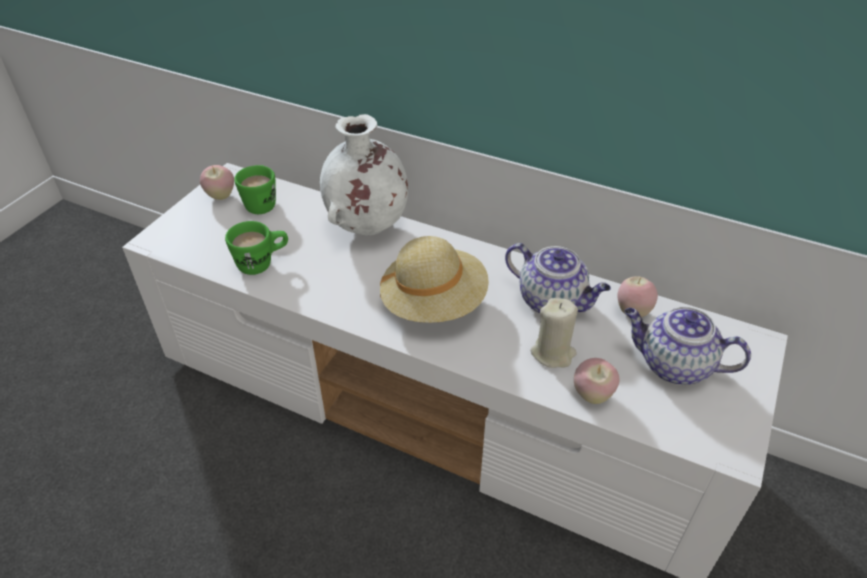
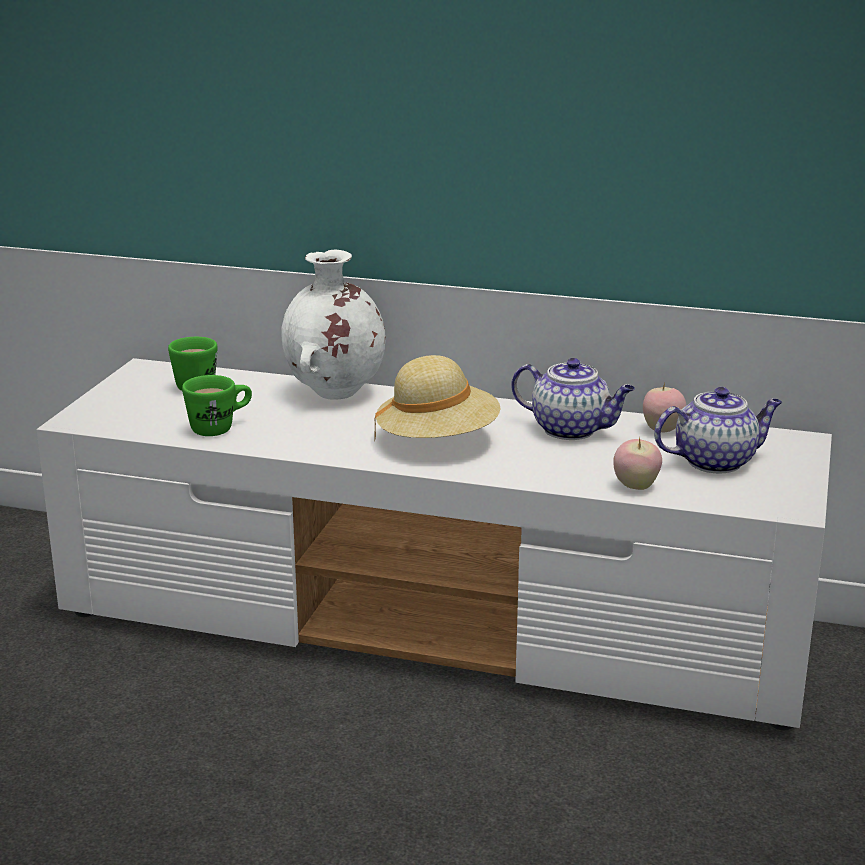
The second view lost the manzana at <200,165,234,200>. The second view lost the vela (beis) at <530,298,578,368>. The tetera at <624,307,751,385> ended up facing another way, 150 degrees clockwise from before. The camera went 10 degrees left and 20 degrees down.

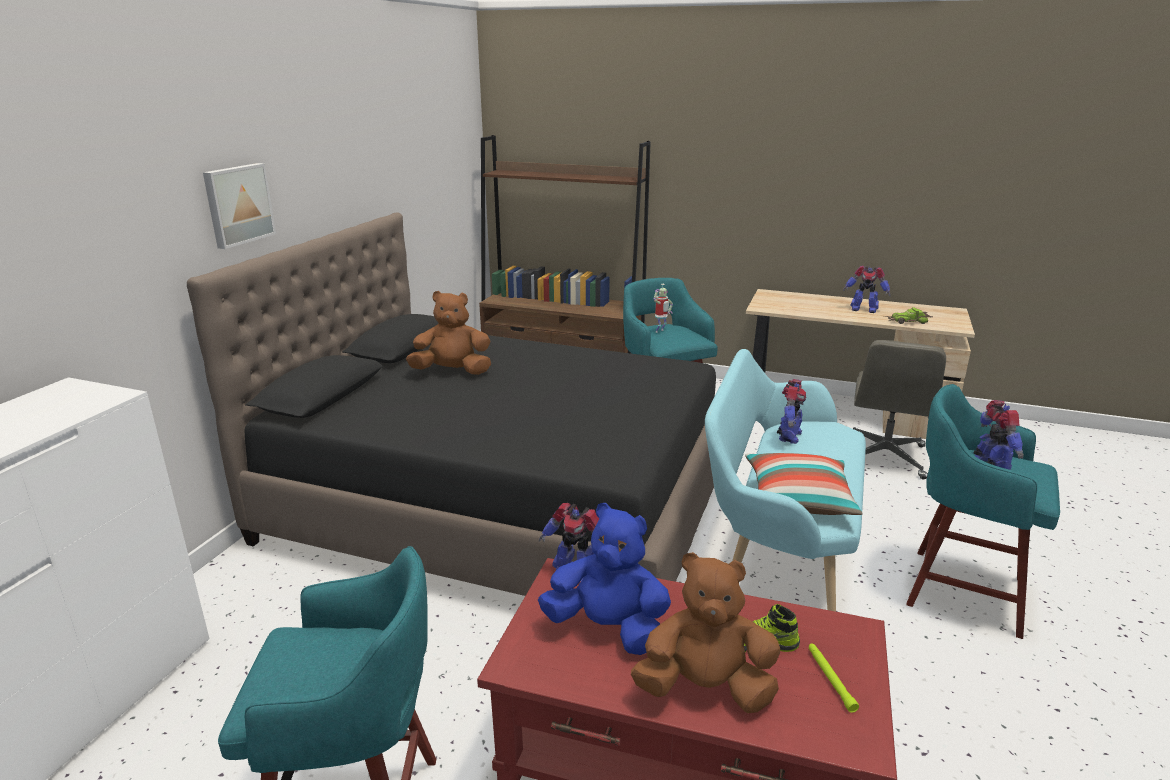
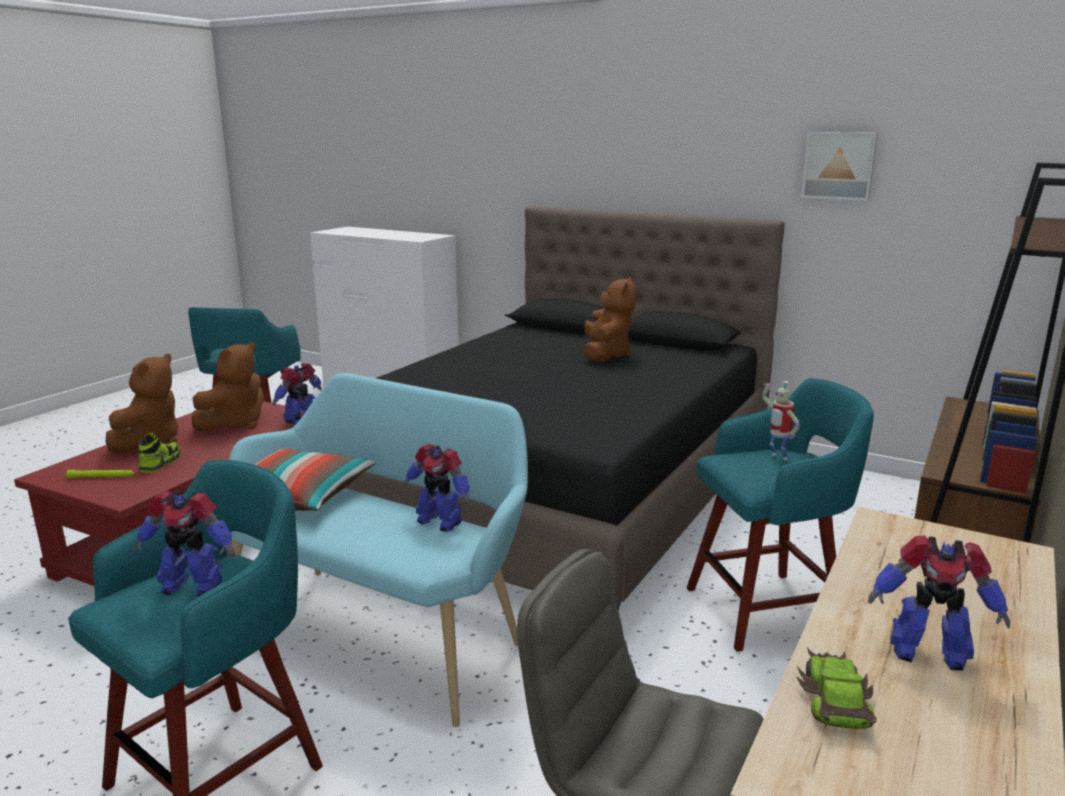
The cuadro ended up elsewhere, having gone from <203,163,276,249> to <801,132,878,201>. What was the peluche (azul) at <538,503,671,655> turned into the peluche (marrón) at <192,342,264,432>. The robot de juguete at <843,266,891,313> ended up facing another way, 105 degrees counterclockwise from before. The camera went 100 degrees right and 5 degrees down.

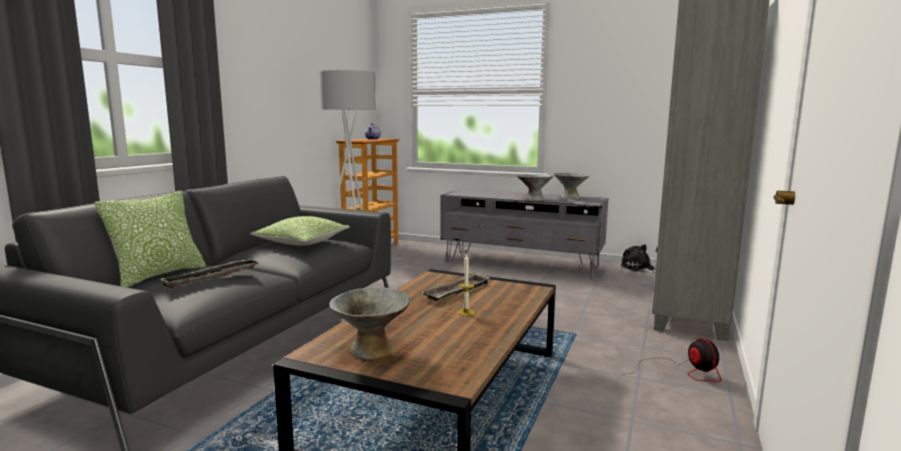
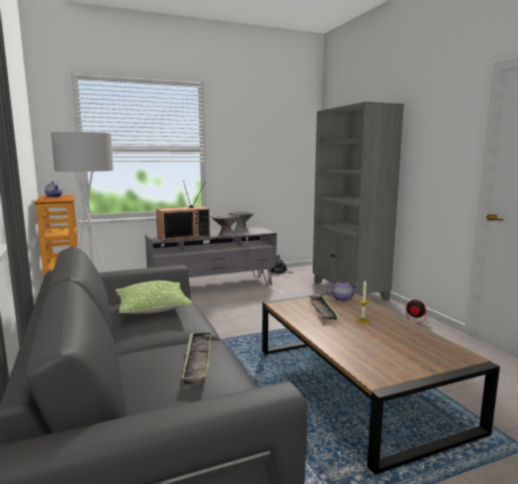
The second view lost the cojín at <95,191,206,287>. The second view lost the cuenco (gris) at <329,287,410,359>. The second view gained the televisor at <156,180,210,241>. The second view gained the tetera at <326,280,359,301>. The camera went 45 degrees left and 0 degrees up.

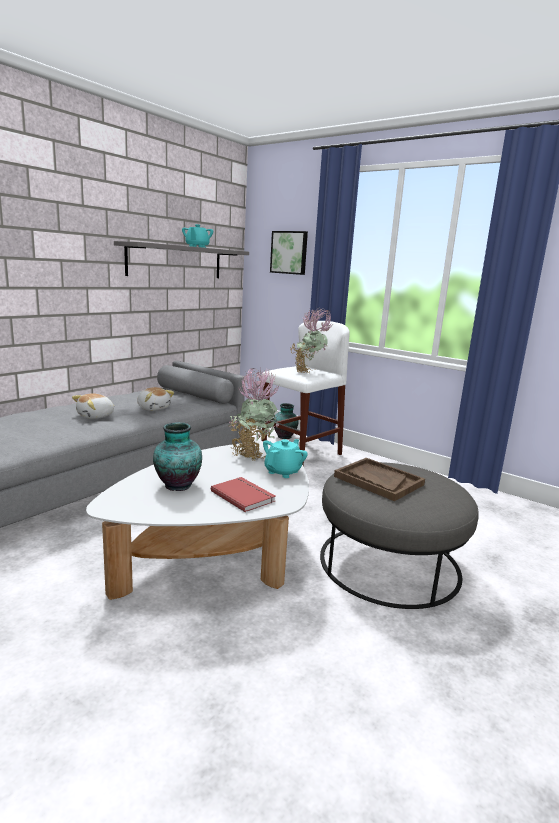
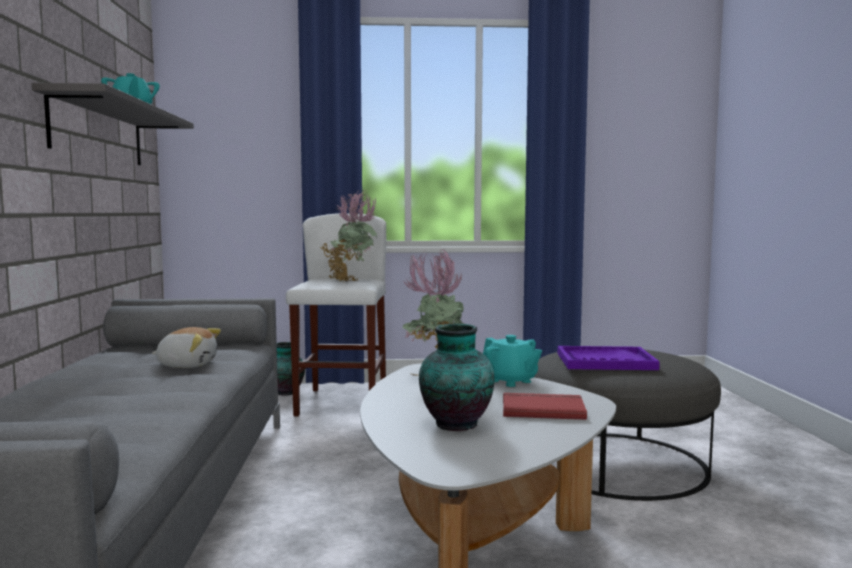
The second view lost the peluche at <72,393,115,419>. The tetera (turquesa) at <263,439,308,478> ended up facing another way, 150 degrees clockwise from before. The second view lost the cuadro at <270,231,308,275>. What was the bandeja (marrón) at <334,458,425,501> turned into the bandeja (morado) at <558,346,660,370>. The camera went 40 degrees left and 10 degrees down.

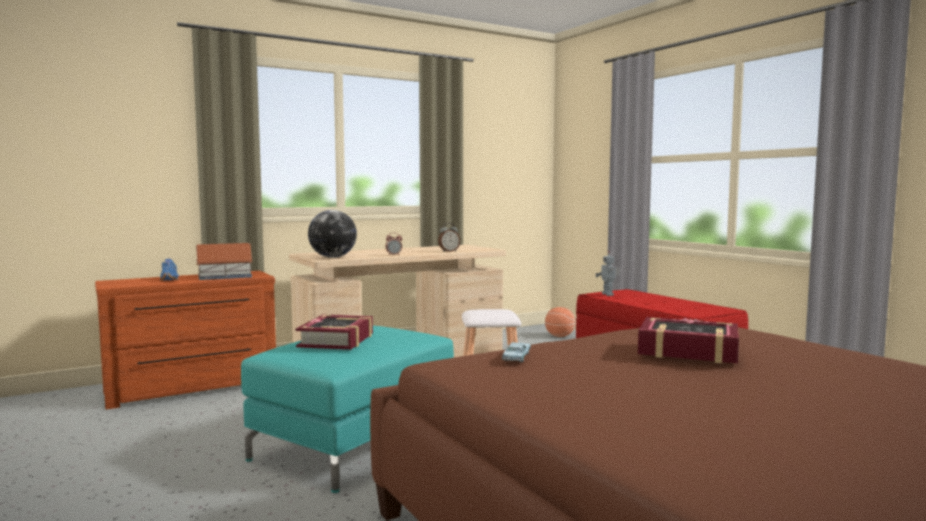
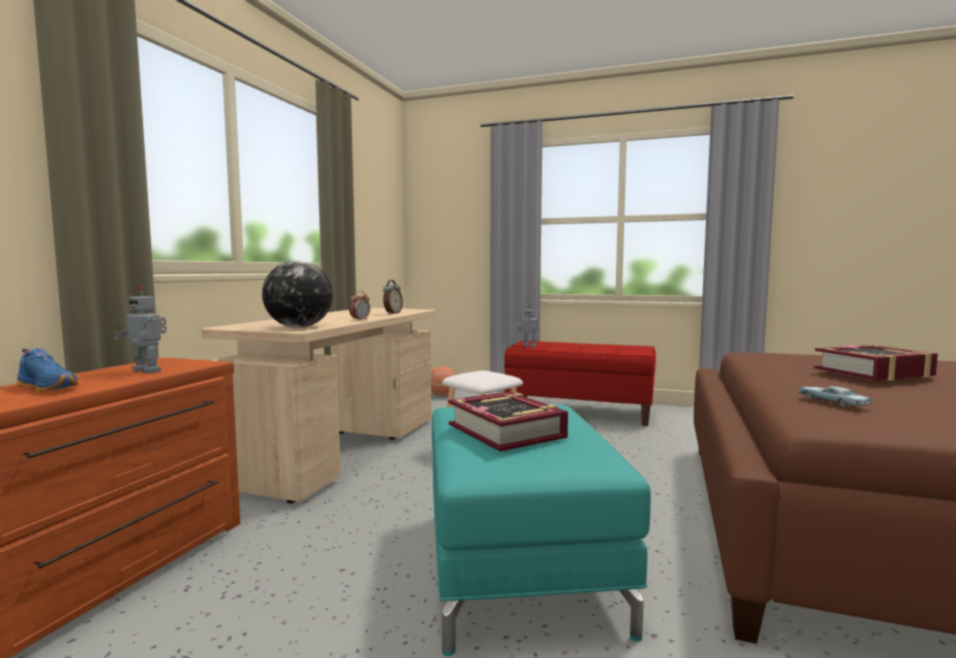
Where the casita stood at <196,243,253,280>, the robot de juguete came to stand at <114,286,167,373>. The camera went 40 degrees left and 0 degrees up.

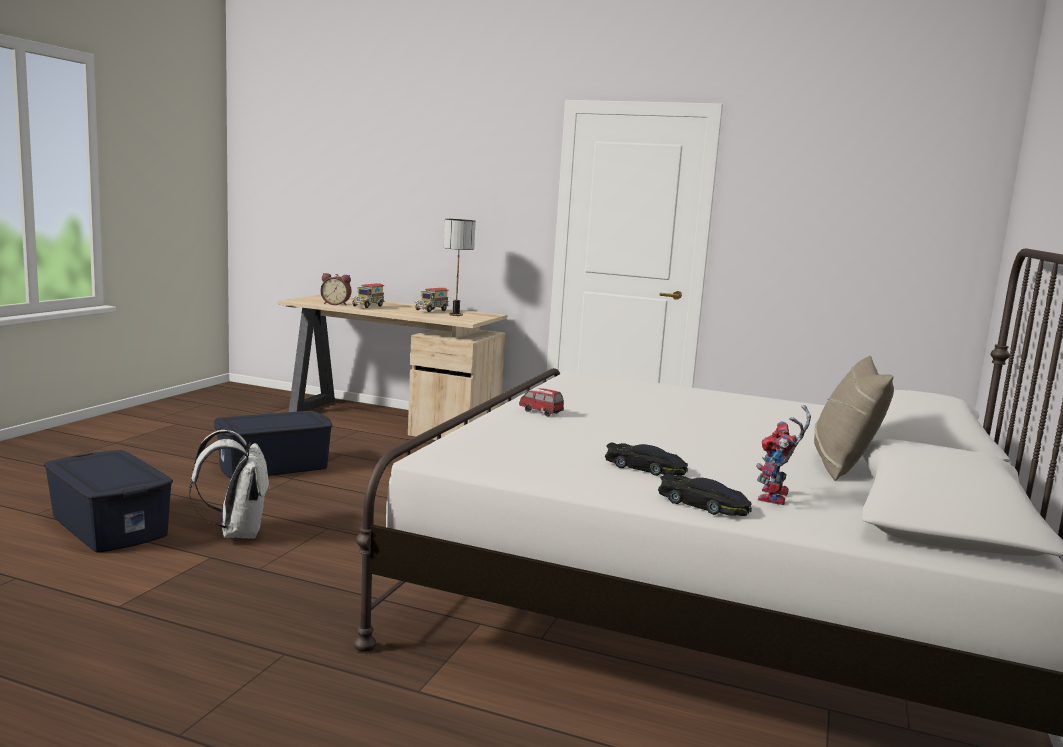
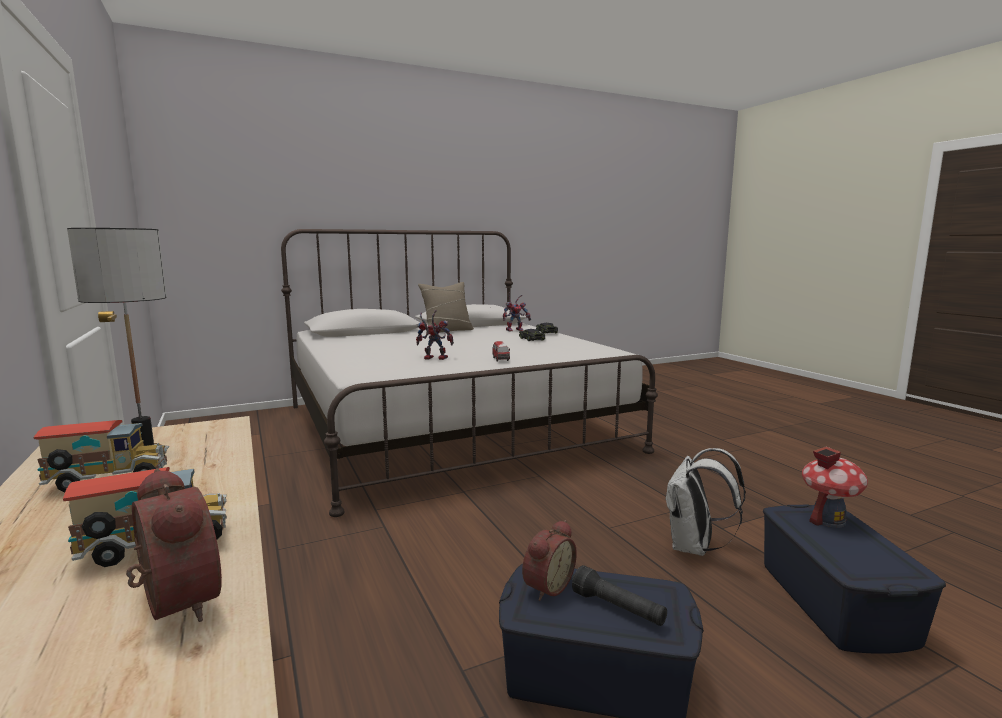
The second view gained the robot de juguete at <416,310,454,360>. The second view gained the despertador at <522,520,577,601>. The second view gained the linterna (negro) at <572,565,667,626>. The second view gained the casita at <802,447,868,528>. The camera went 135 degrees left and 0 degrees up.

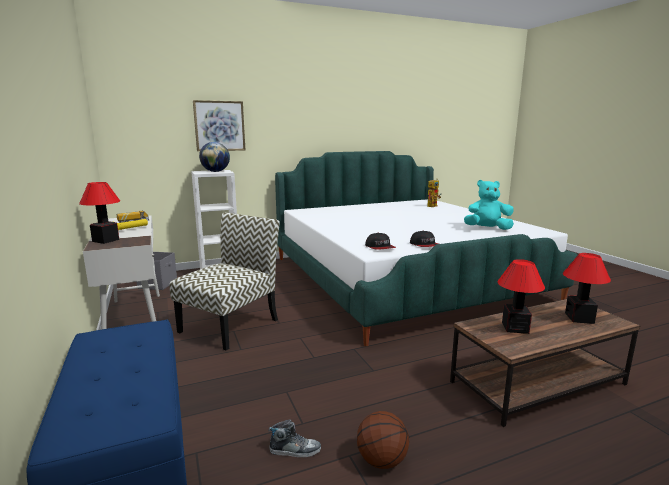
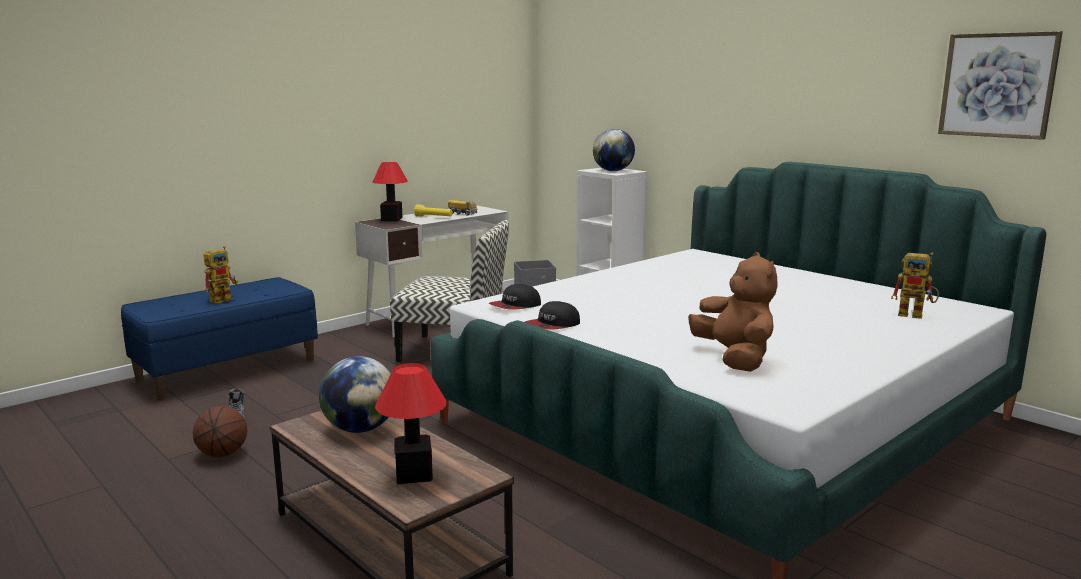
The cuadro ended up elsewhere, having gone from <193,100,245,151> to <938,31,1063,140>. What was the peluche (turquesa) at <464,180,514,230> turned into the peluche (marrón) at <688,252,778,372>. Where the lámpara de mesa stood at <497,259,545,334>, the globo terráqueo came to stand at <319,356,391,433>. The second view gained the robot de juguete at <203,246,238,304>. The camera went 70 degrees right and 0 degrees up.

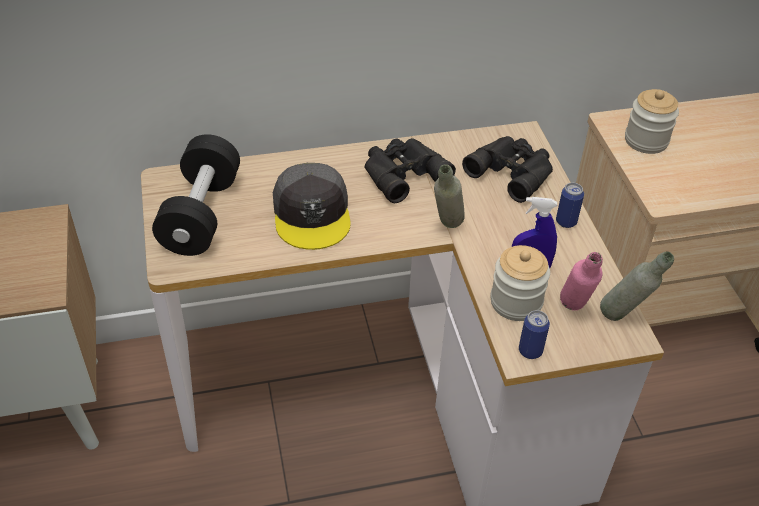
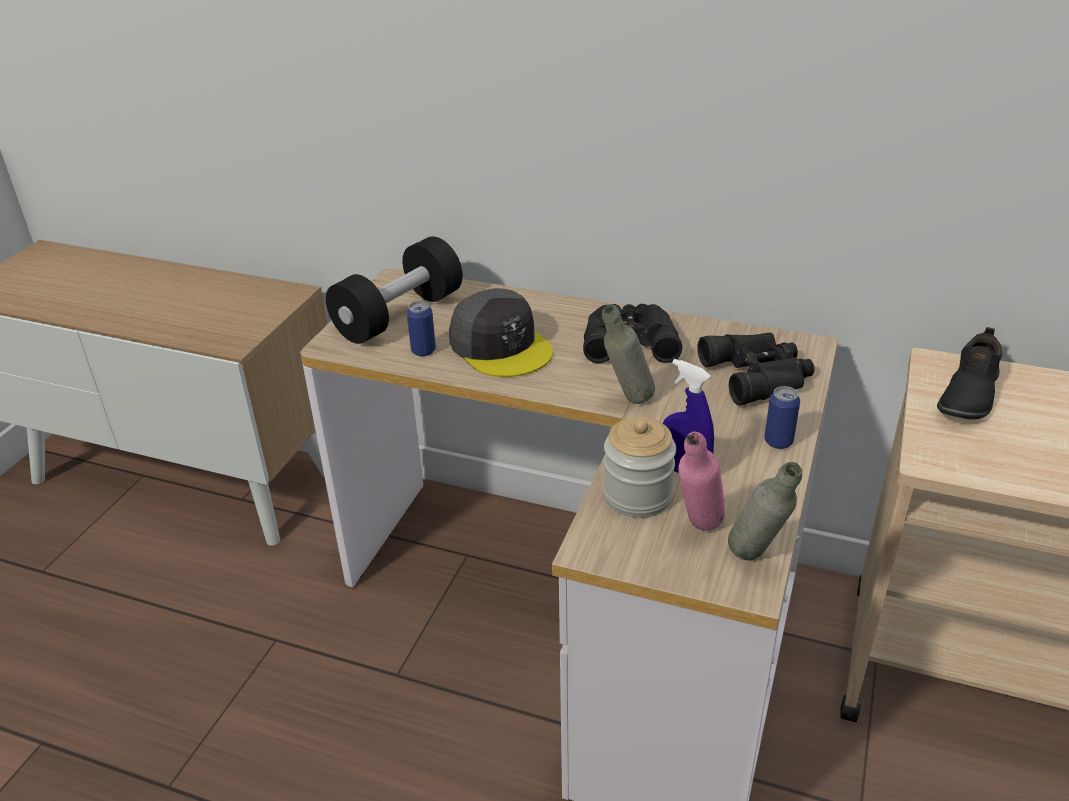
The gorra (gris) at <273,163,351,250> ended up facing another way, 60 degrees counterclockwise from before. The lata ended up elsewhere, having gone from <519,310,550,359> to <407,301,436,356>. Where the tarro stood at <625,89,679,154>, the zapato (negro) came to stand at <937,327,1002,419>. The camera went 35 degrees right and 10 degrees down.

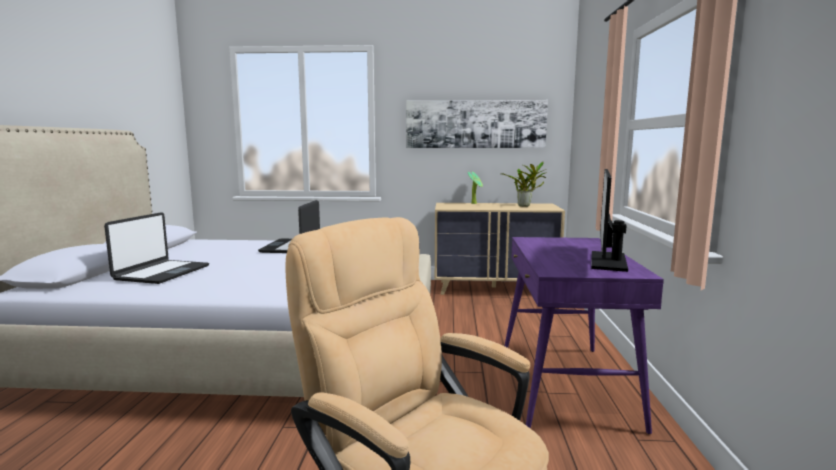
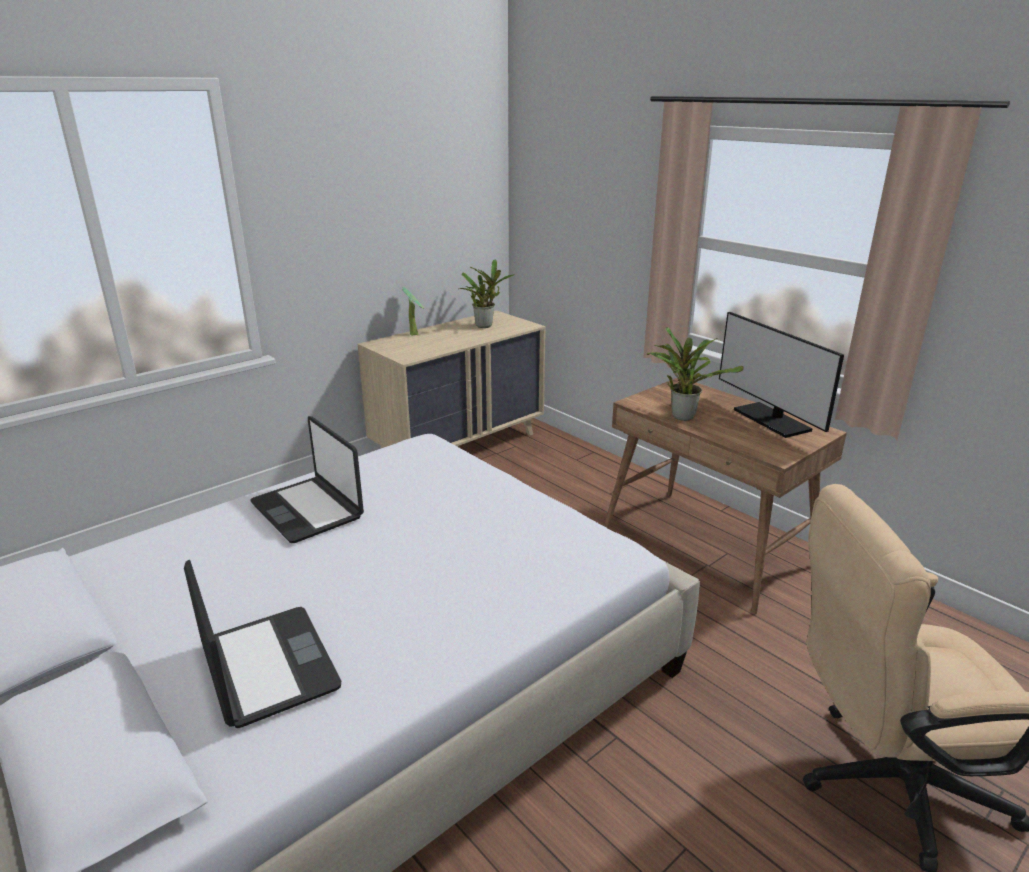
The second view lost the cuadro at <406,100,548,148>. What was the escritorio (morado) at <505,237,664,434> turned into the escritorio (marrón) at <604,378,847,615>. The second view gained the planta en maceta at <646,327,744,421>. The camera went 45 degrees left and 15 degrees up.

